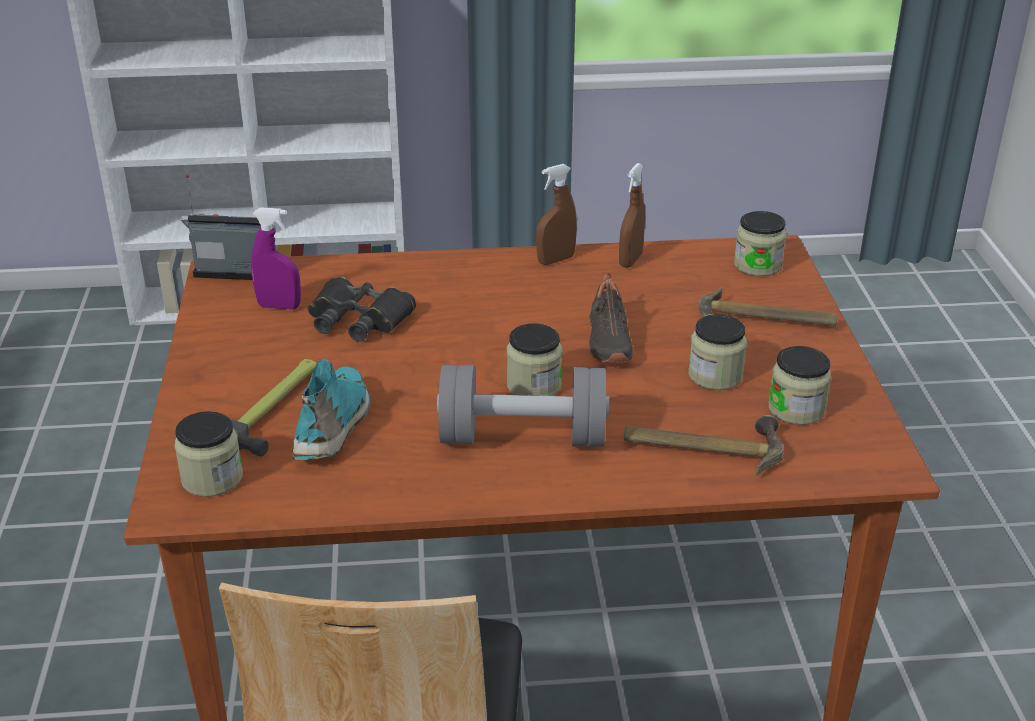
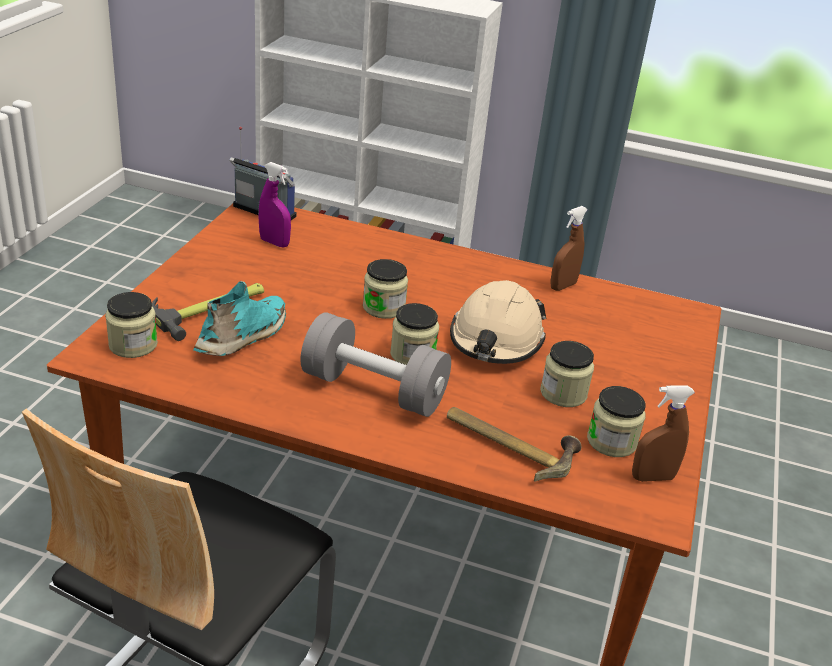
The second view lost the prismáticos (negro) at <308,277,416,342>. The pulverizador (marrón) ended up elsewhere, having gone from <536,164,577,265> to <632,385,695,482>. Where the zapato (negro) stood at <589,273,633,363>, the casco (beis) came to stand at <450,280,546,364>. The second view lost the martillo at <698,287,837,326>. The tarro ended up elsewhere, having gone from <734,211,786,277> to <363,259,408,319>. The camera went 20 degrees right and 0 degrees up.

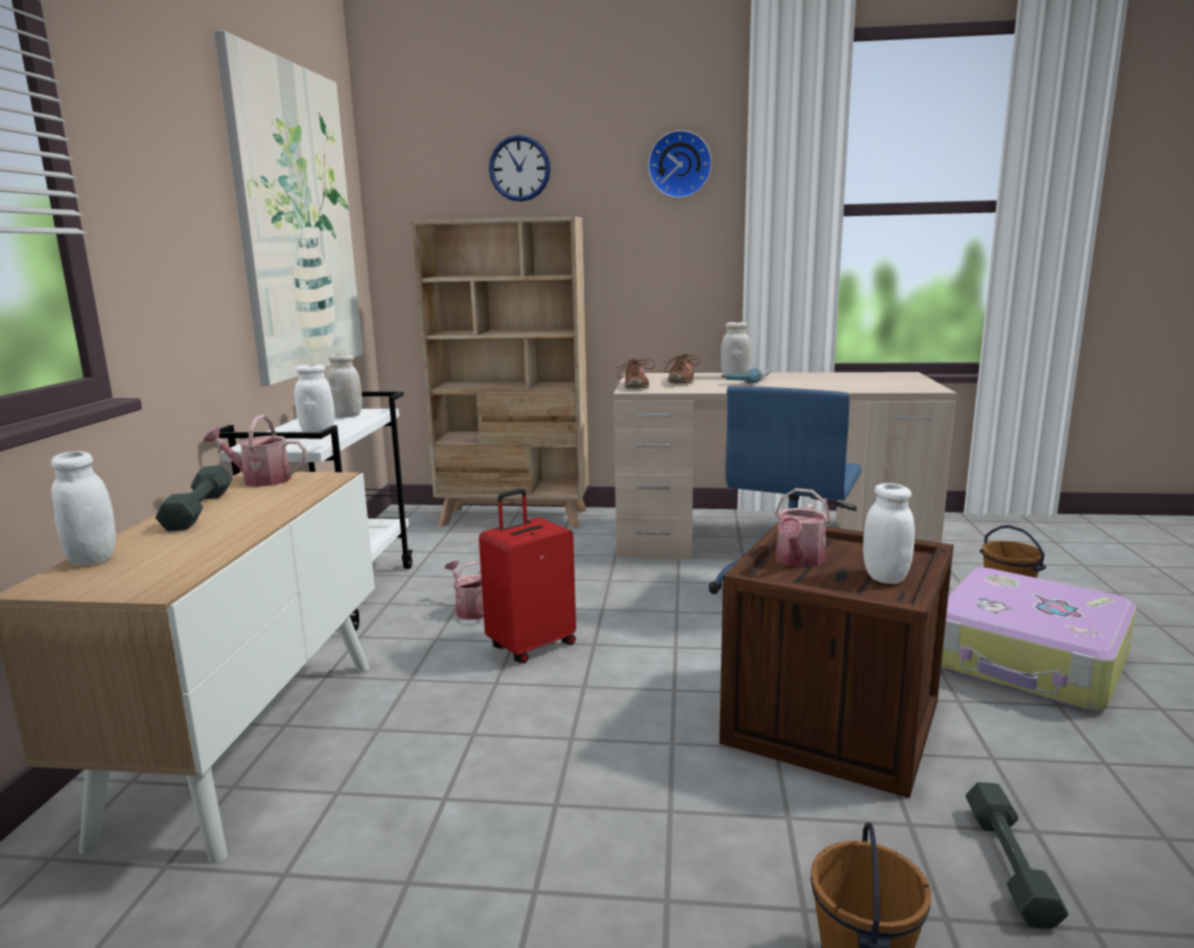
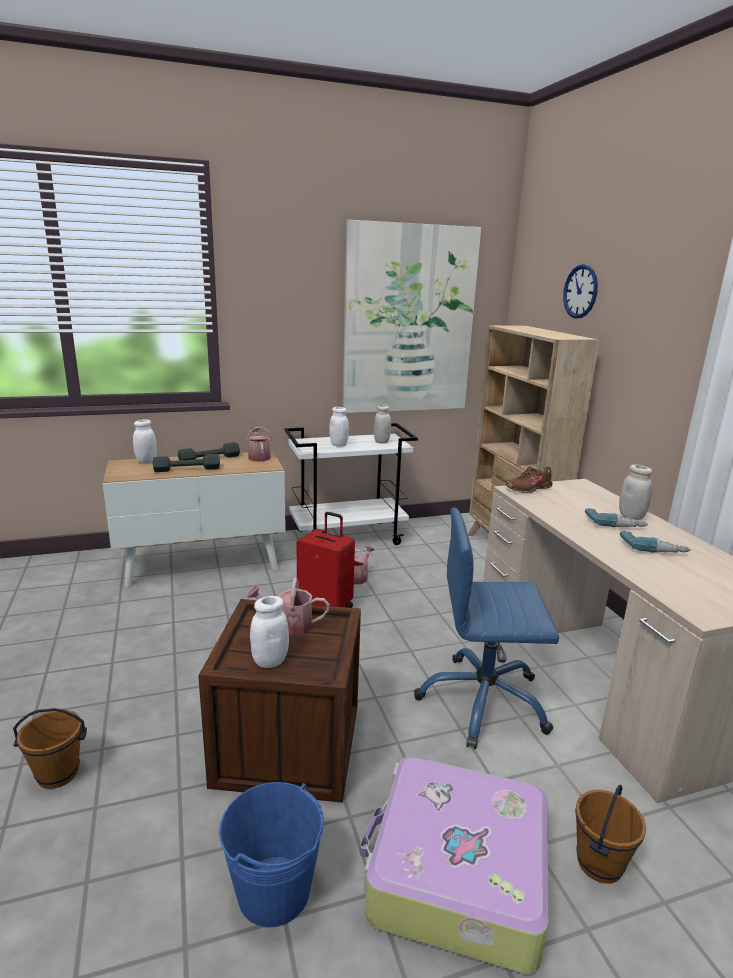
The second view lost the reloj de pared at <648,130,712,198>. The second view lost the zapato (marrón) at <664,354,700,383>. The mancuerna (gris) ended up elsewhere, having gone from <965,782,1069,929> to <153,454,220,472>. The second view gained the cubo (azul) at <219,782,324,928>. The second view gained the taladro at <620,530,691,553>. The camera went 65 degrees right and 5 degrees up.

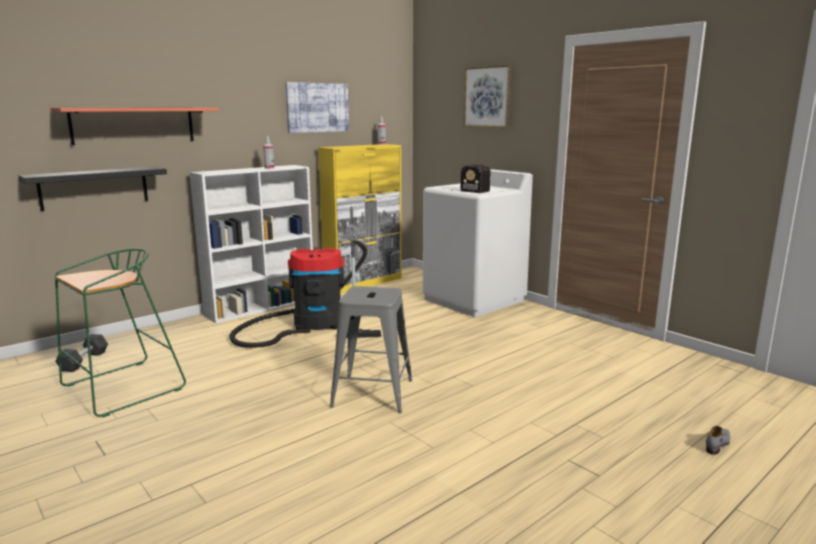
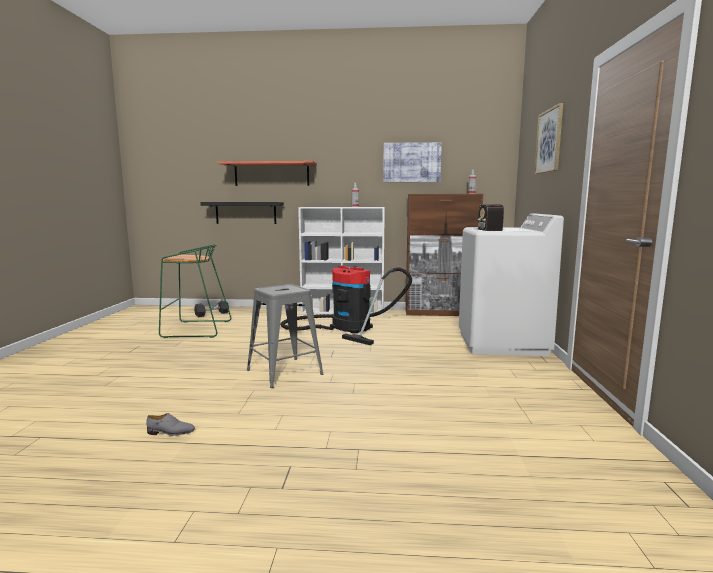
What was the armario (amarillo) at <318,144,402,293> turned into the armario (marrón) at <406,194,483,316>. The zapato (gris) ended up elsewhere, having gone from <706,426,730,455> to <146,413,195,436>. The camera went 45 degrees right and 5 degrees down.

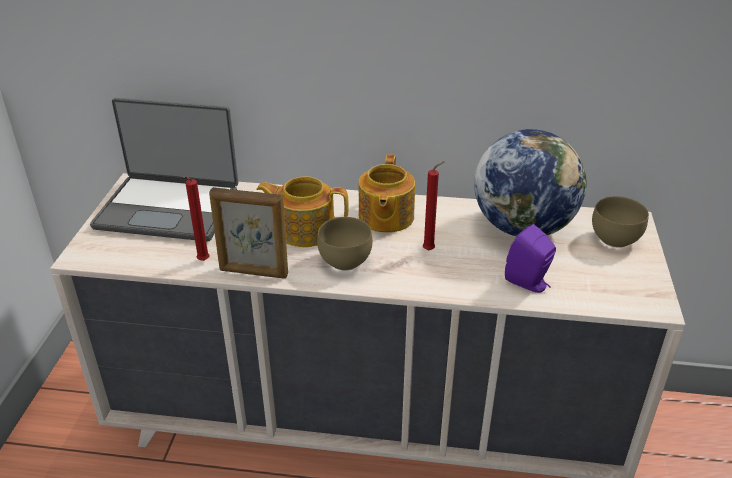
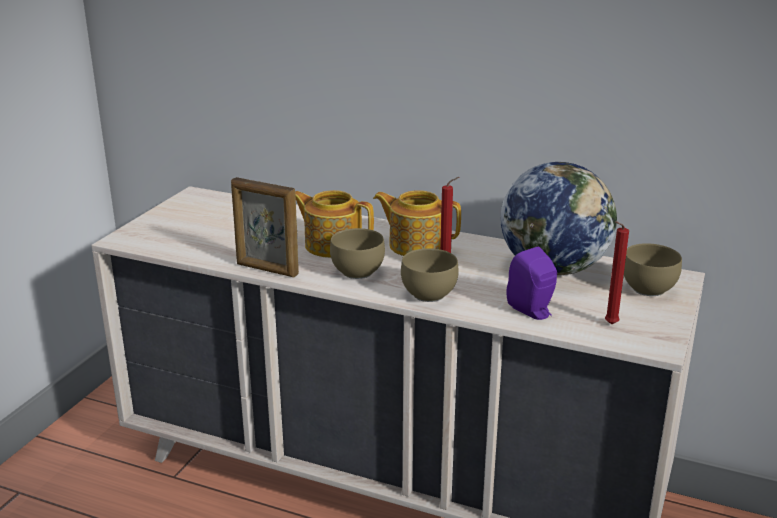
The second view lost the portátil at <90,98,238,242>. The vela (rojo) ended up elsewhere, having gone from <180,176,210,261> to <605,221,629,324>. The tetera at <359,154,415,233> ended up facing another way, 90 degrees clockwise from before. The second view gained the cuenco (marrón) at <401,248,459,302>. The camera went 15 degrees right and 10 degrees down.

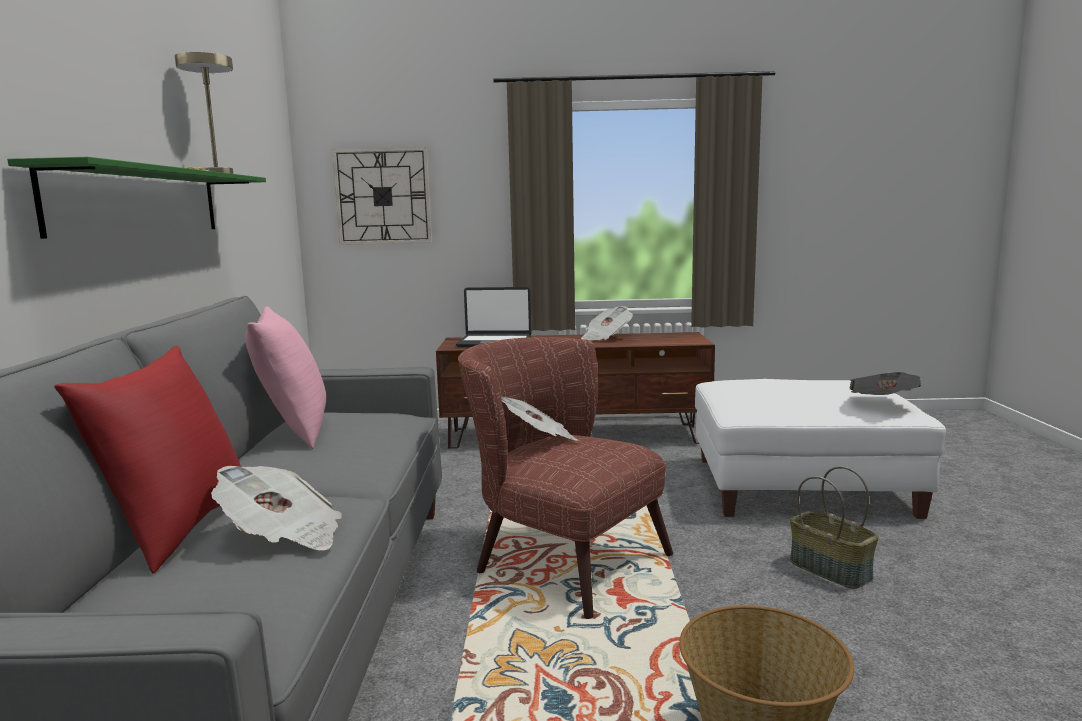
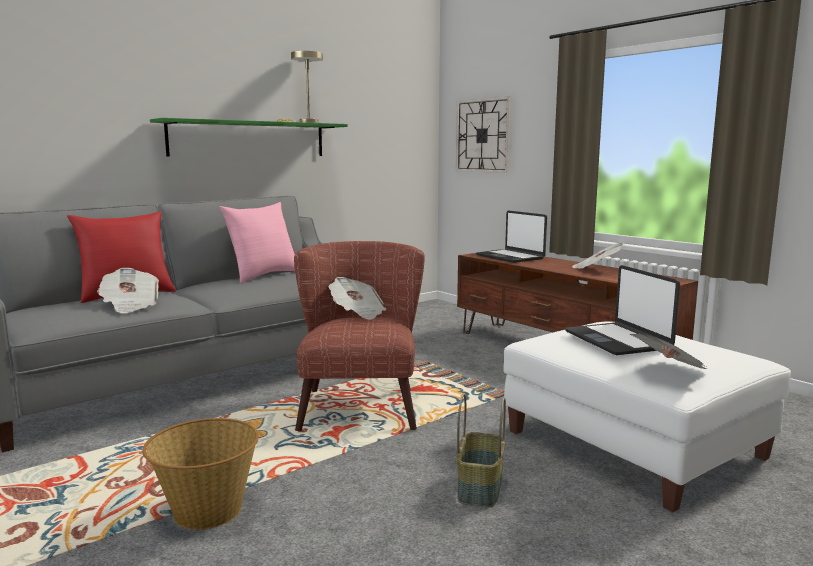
The second view gained the portátil at <565,265,680,355>. The camera went 50 degrees right and 0 degrees up.

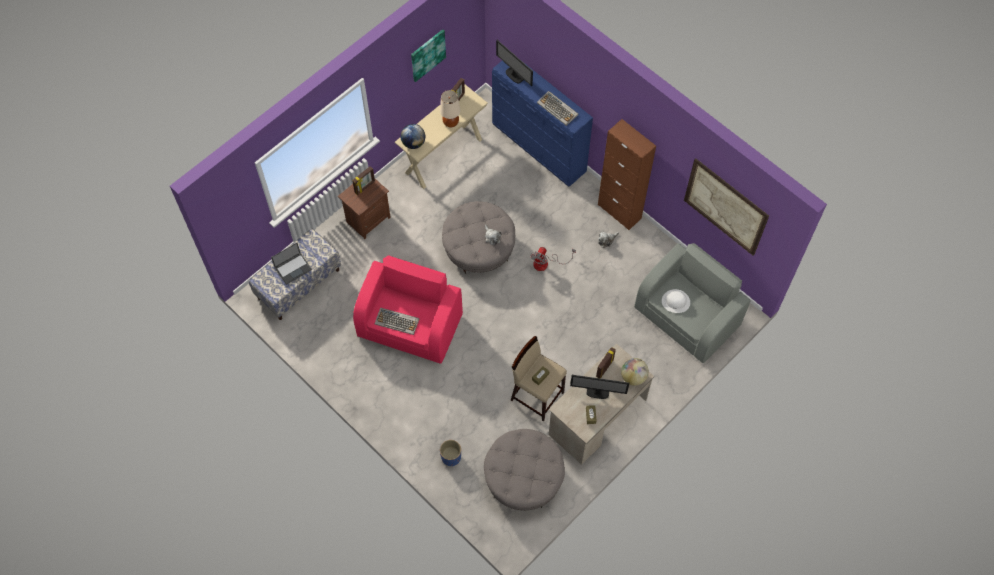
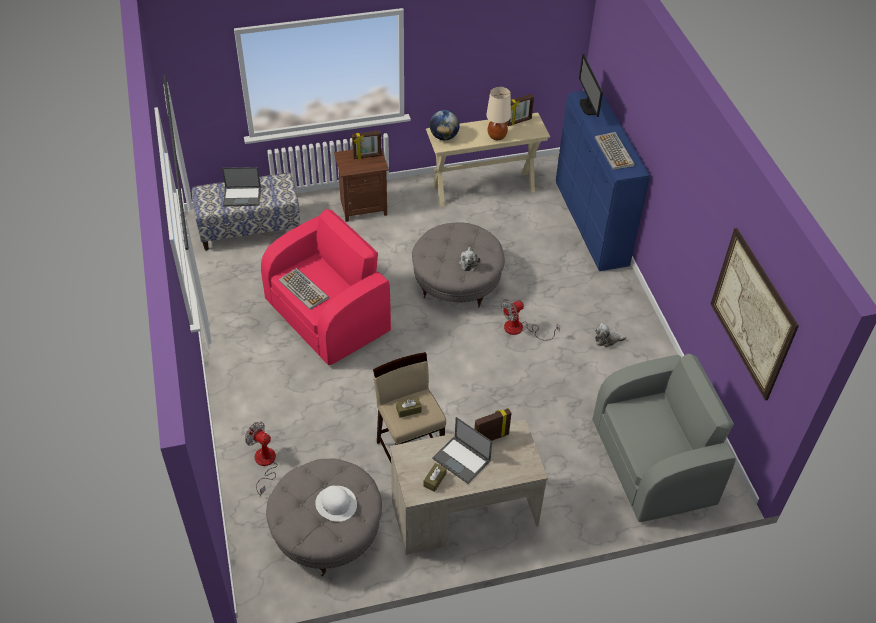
The second view lost the cuadro at <411,29,446,82>. Where the maceta (azul) stood at <440,440,461,466>, the ventilador came to stand at <245,421,278,496>. Where the monitor stood at <570,375,629,399>, the portátil came to stand at <433,417,492,484>. The second view lost the armario (marrón) at <598,119,656,230>. The second view lost the globo terráqueo at <621,358,649,386>. The sombrero (blanco) ended up elsewhere, having gone from <662,289,690,313> to <315,486,357,522>. The camera went 30 degrees right and 15 degrees down.

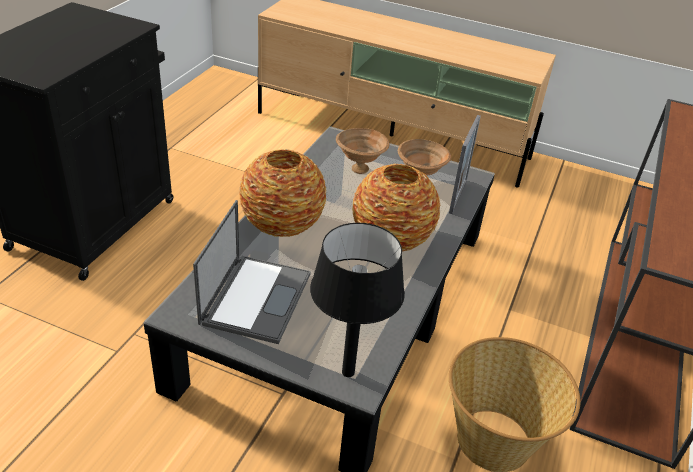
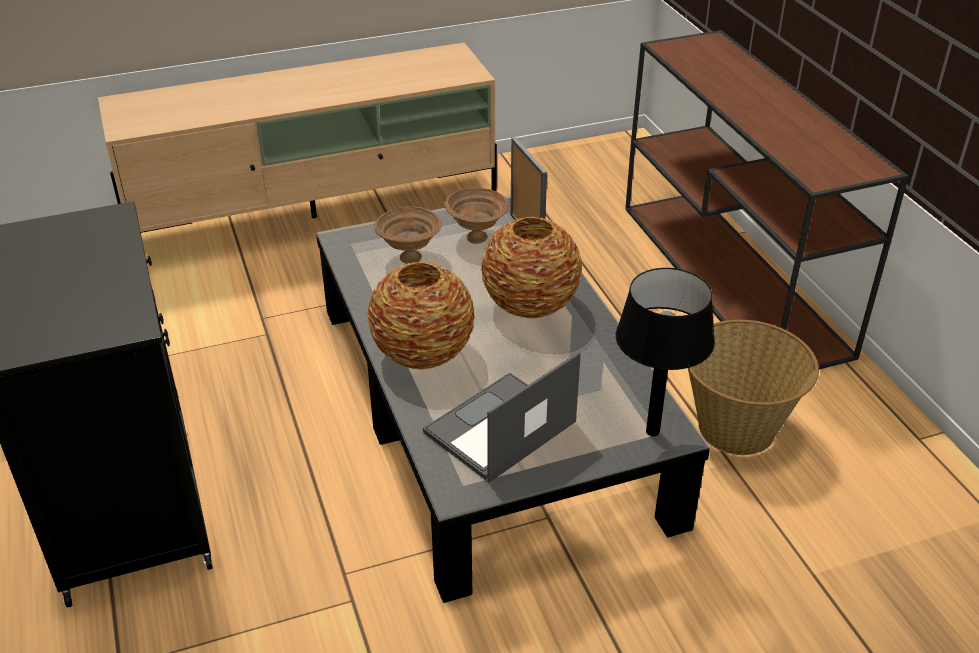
The portátil at <193,200,311,344> ended up facing another way, 105 degrees counterclockwise from before. The camera went 40 degrees left and 0 degrees up.

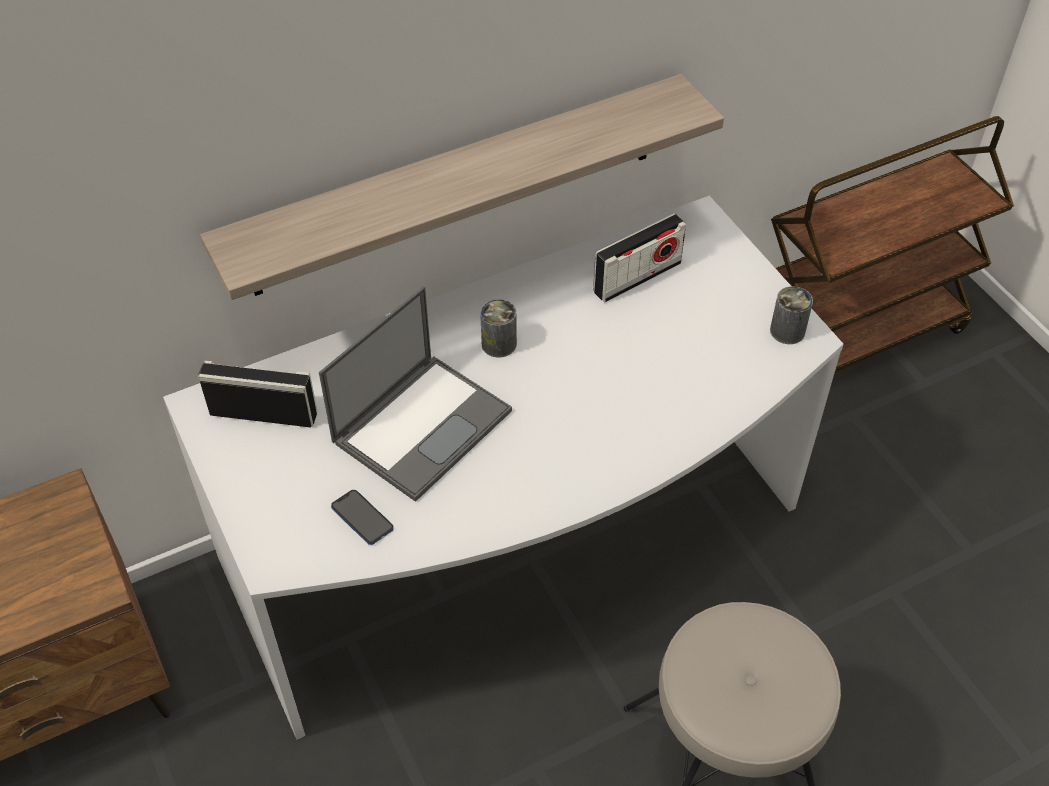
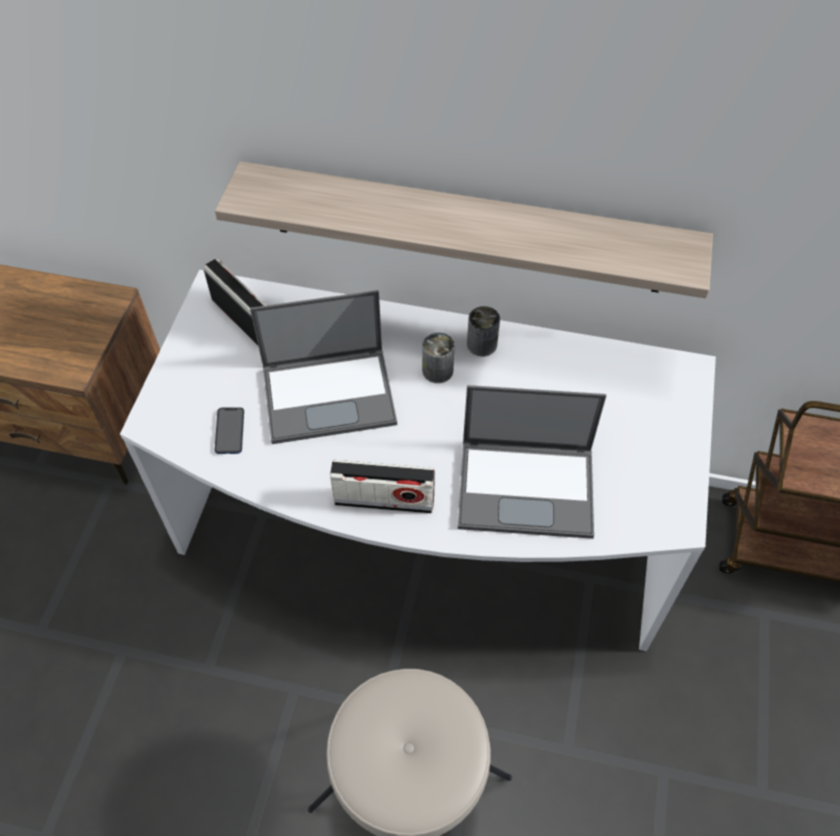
The radio ended up elsewhere, having gone from <593,213,686,302> to <330,460,435,513>. The lata ended up elsewhere, having gone from <770,286,813,344> to <467,306,500,357>. The second view gained the portátil at <458,385,606,539>. The camera went 40 degrees right and 5 degrees up.

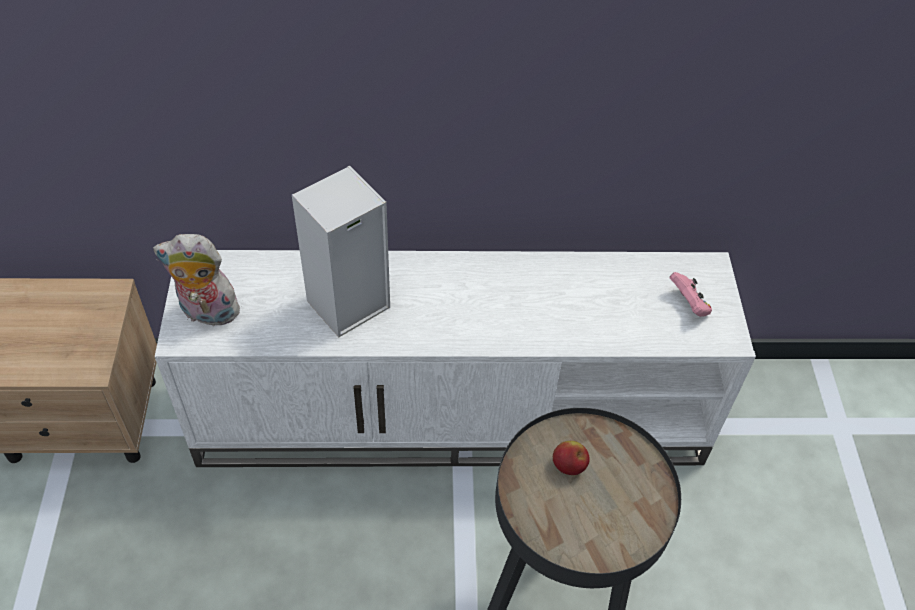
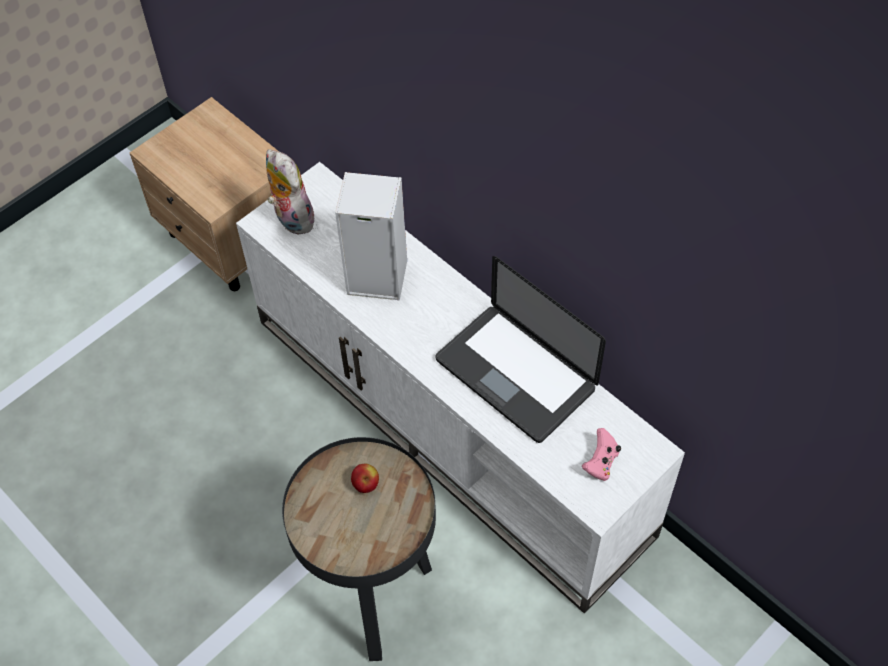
The second view gained the portátil at <435,256,606,443>. The camera went 50 degrees right and 5 degrees up.

